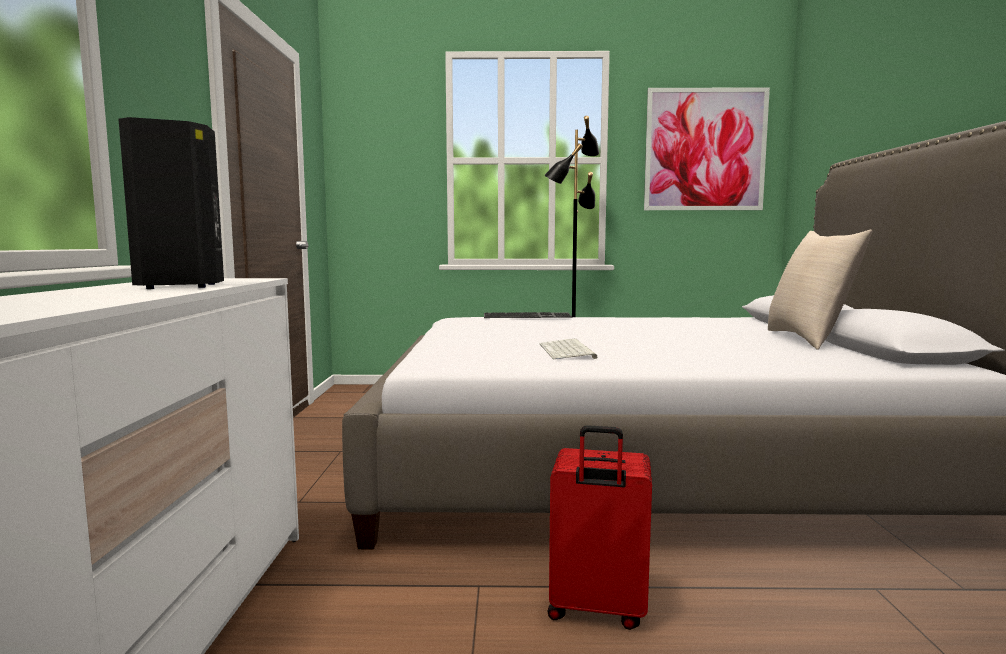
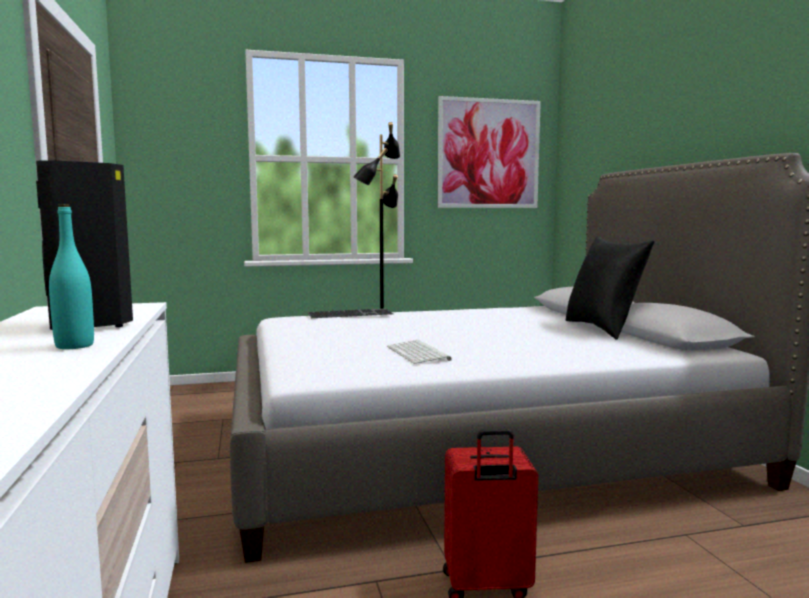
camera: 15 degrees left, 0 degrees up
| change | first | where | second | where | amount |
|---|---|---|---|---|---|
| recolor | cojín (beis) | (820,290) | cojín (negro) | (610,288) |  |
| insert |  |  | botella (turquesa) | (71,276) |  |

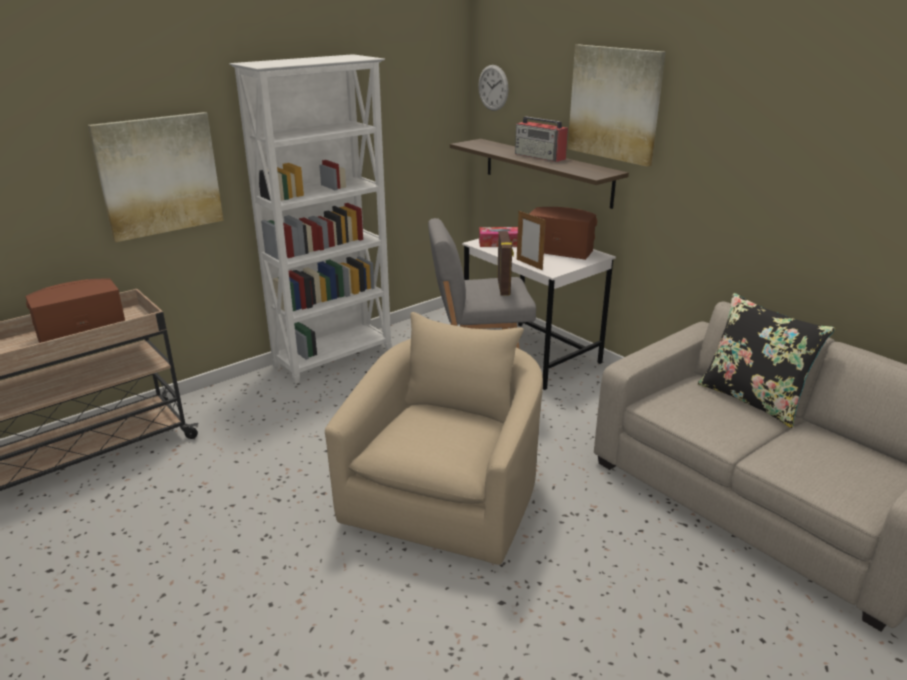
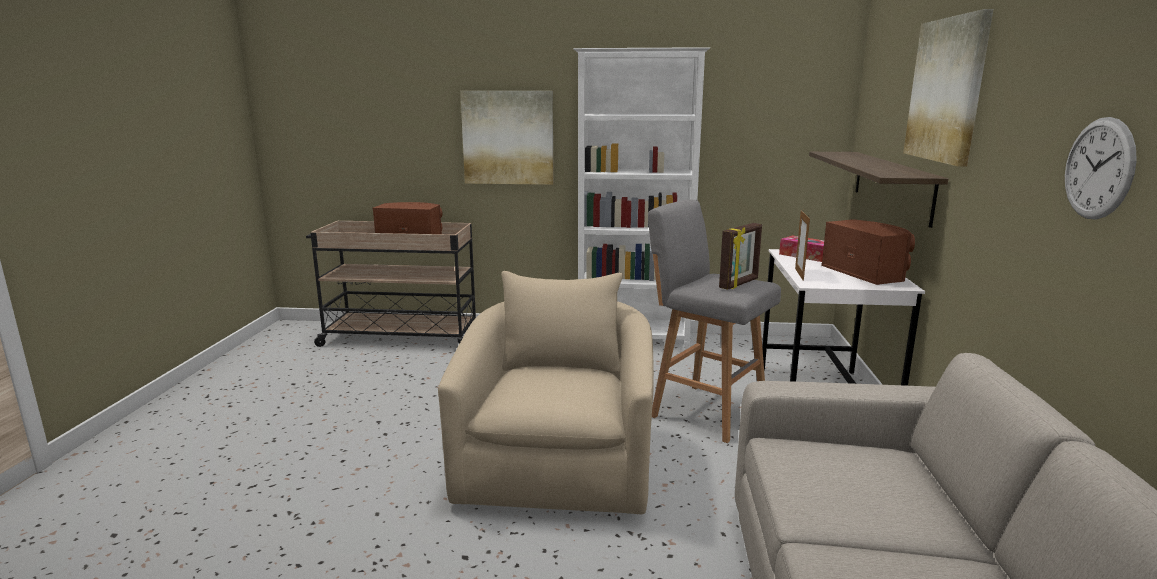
camera: 45 degrees right, 10 degrees down
| change | first | where | second | where | amount |
|---|---|---|---|---|---|
| move | reloj de pared | (493,88) |  | (1101,168) |  |
| delete | radio | (541,139) |  |  |  |
| delete | cojín (negro) | (766,360) |  |  |  |
| rotate | sillón (beis) | (434,438) |  | (546,392) | 60 degrees counterclockwise |

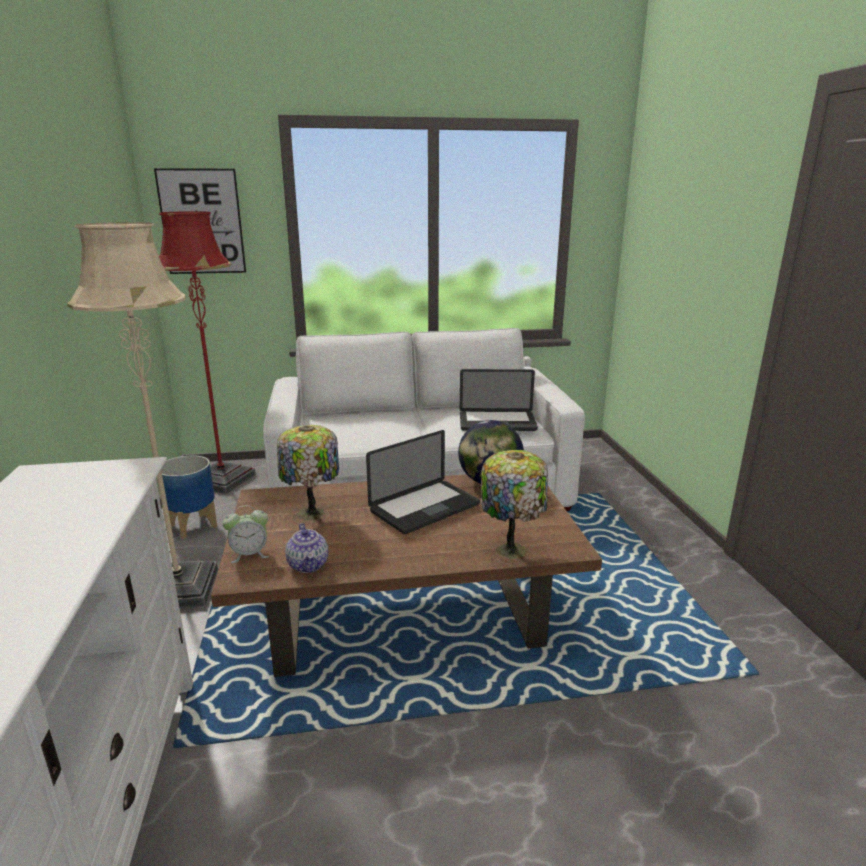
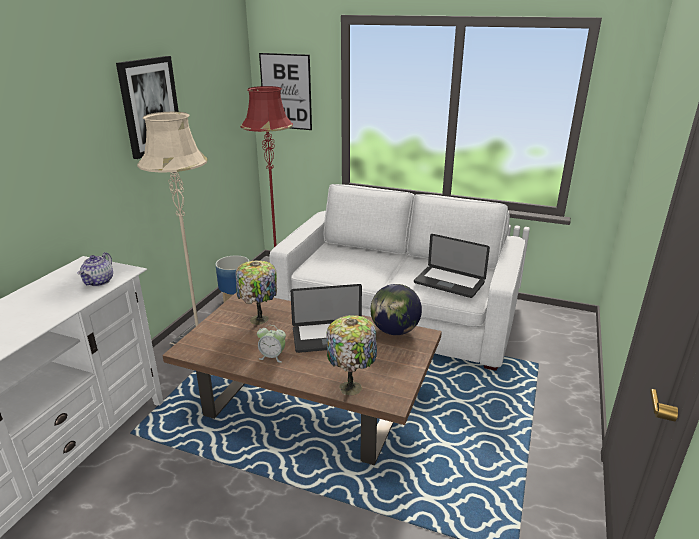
camera: 30 degrees right, 5 degrees up
| change | first | where | second | where | amount |
|---|---|---|---|---|---|
| move | despertador | (246,534) |  | (271,344) |  |
| move | tetera | (306,548) |  | (95,269) |  |
| insert |  |  | cuadro | (147,107) |  |

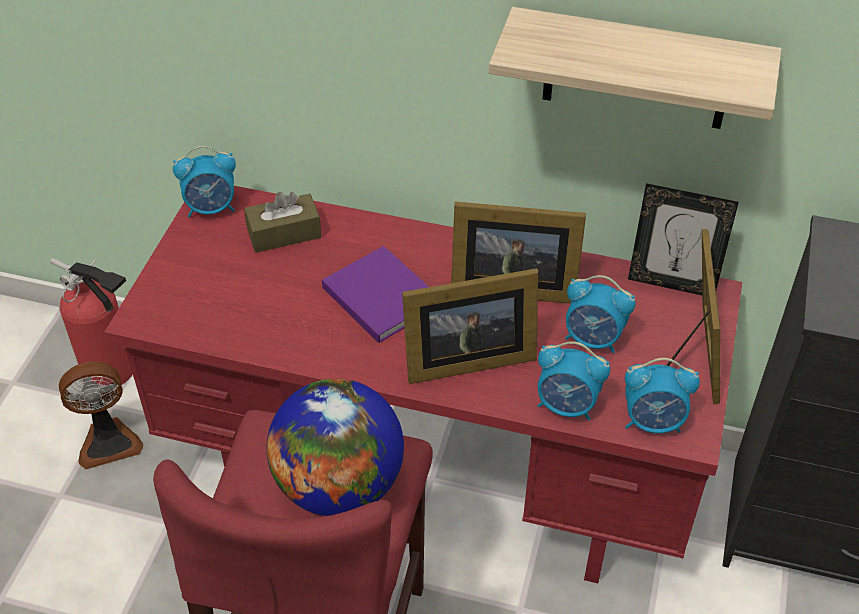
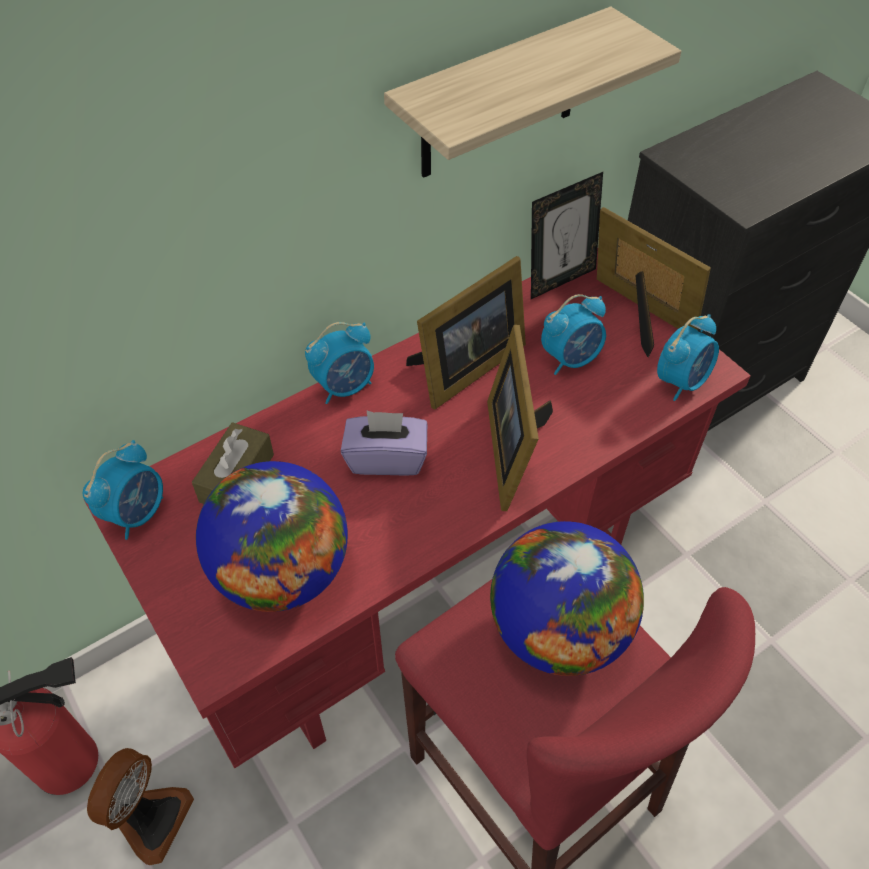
camera: 50 degrees left, 5 degrees up
| change | first | where | second | where | amount |
|---|---|---|---|---|---|
| replace | libro (morado) | (375,294) | caja de pañuelos (morado) | (384,443) |  |
| rotate | portarretratos | (470,326) |  | (520,418) | 150 degrees clockwise |
| move | despertador | (573,380) |  | (339,363) |  |
| insert |  |  | globo terráqueo | (272,536) |  |

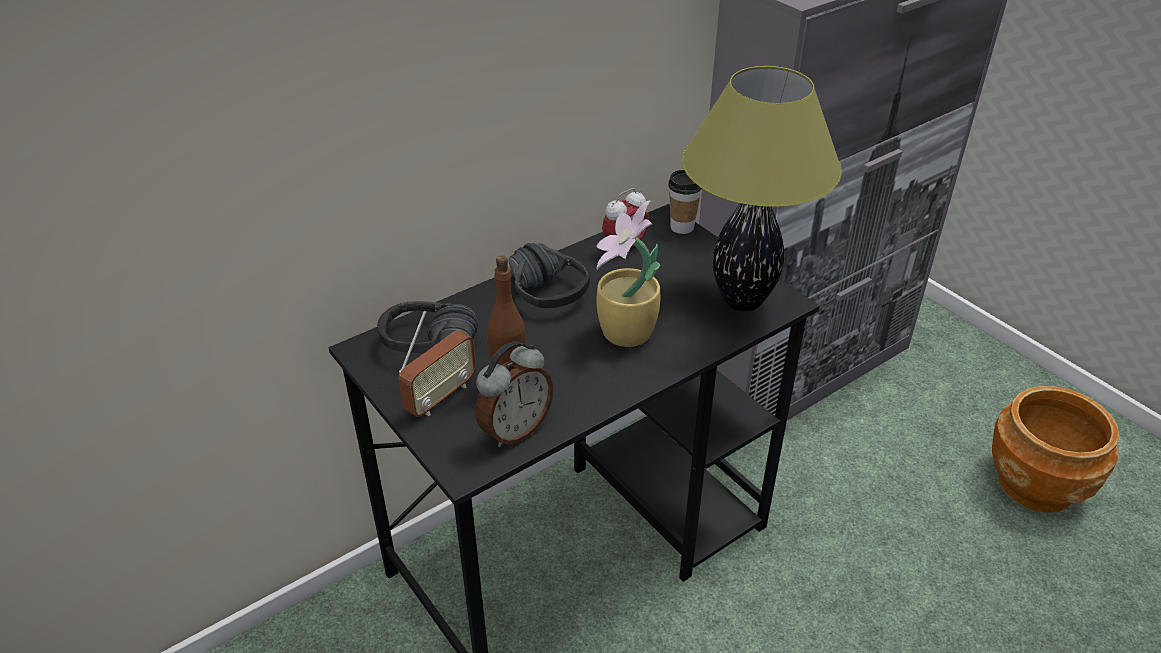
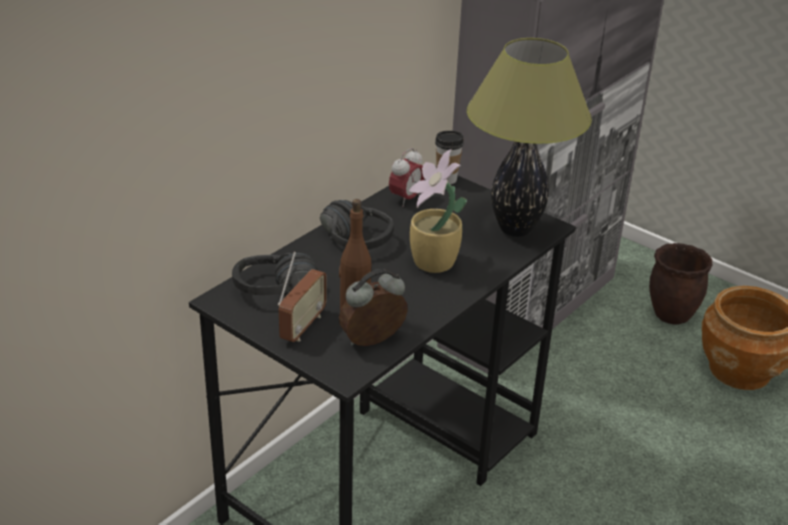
camera: 15 degrees left, 5 degrees down
| change | first | where | second | where | amount |
|---|---|---|---|---|---|
| rotate | despertador | (514,394) |  | (373,307) | 150 degrees counterclockwise |
| insert |  |  | maceta (marrón) | (681,284) |  |

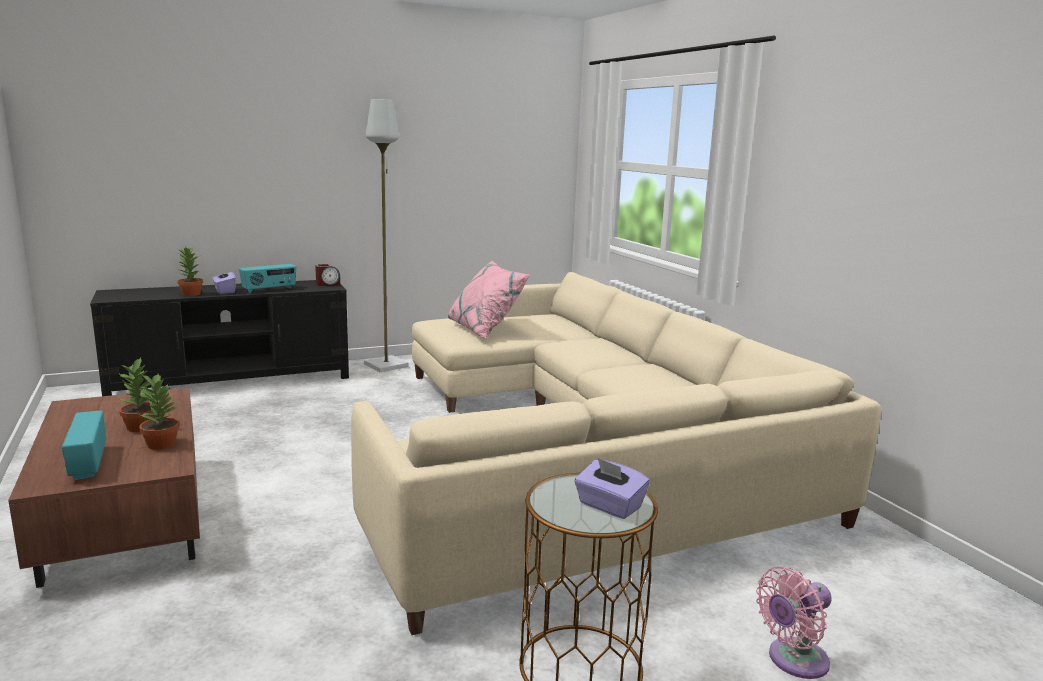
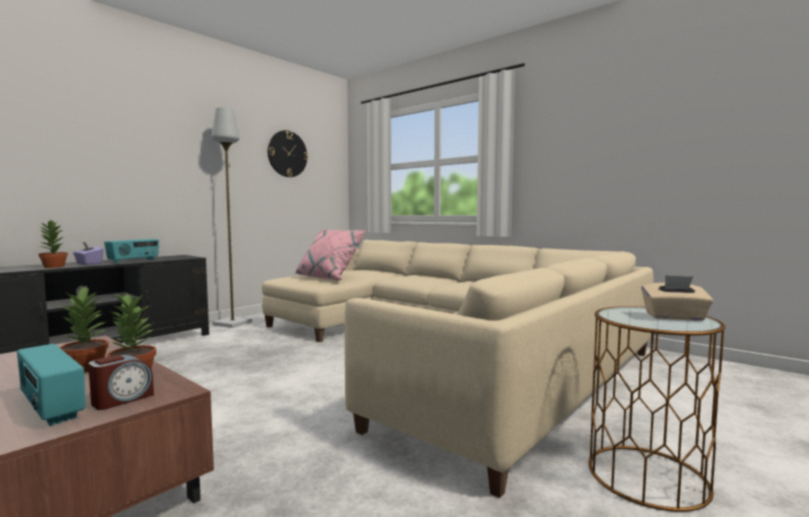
camera: 25 degrees left, 10 degrees down
| change | first | where | second | where | amount |
|---|---|---|---|---|---|
| move | despertador | (327,275) |  | (121,382) |  |
| recolor | caja de pañuelos (morado) | (612,488) | caja de pañuelos (beis) | (677,298) |  |
| delete | ventilador (rosa) | (794,623) |  |  |  |
| insert |  |  | reloj de pared | (287,153) |  |

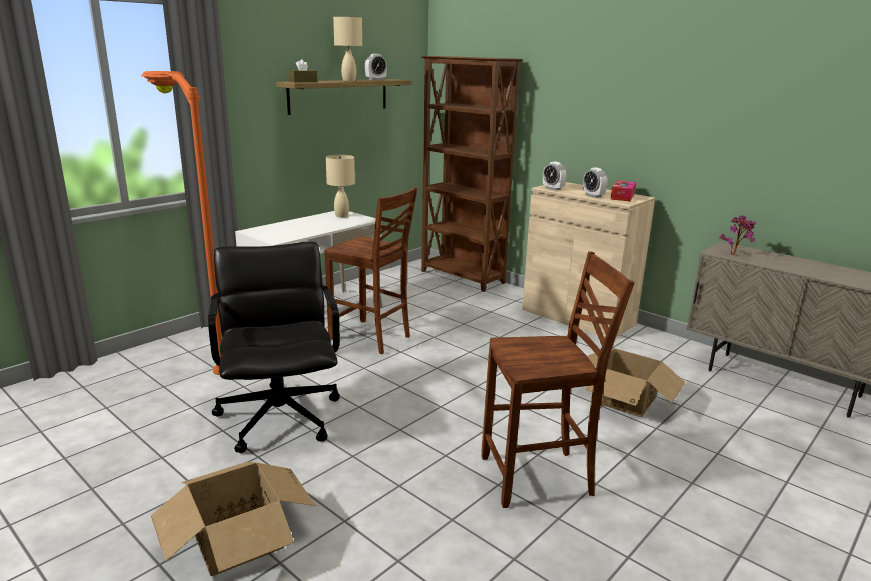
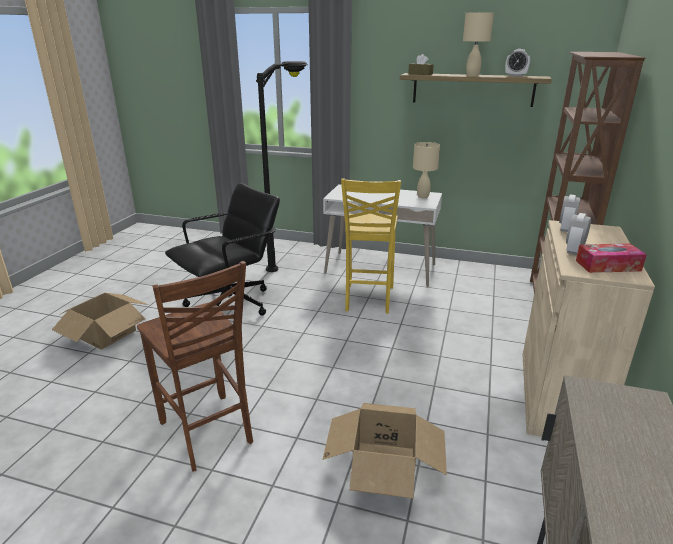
camera: 65 degrees right, 5 degrees up
| change | first | where | second | where | amount |
|---|---|---|---|---|---|
| recolor | lámpara de pie (naranja) | (181,223) | lámpara de pie (negro) | (282,166) |  |
| recolor | silla (marrón) | (371,270) | silla (amarillo) | (371,246) |  |
| delete | planta en maceta | (737,235) |  |  |  |

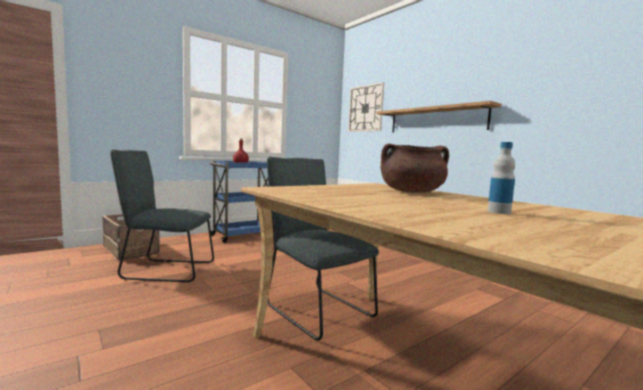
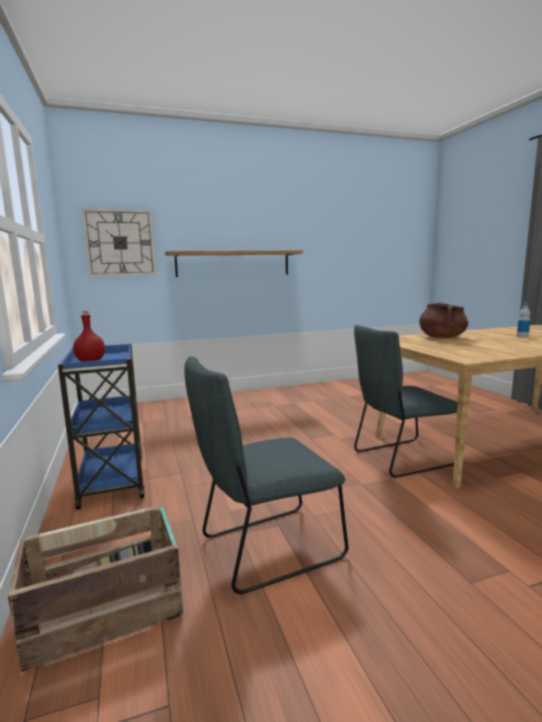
camera: 70 degrees left, 5 degrees up
| change | first | where | second | where | amount |
|---|---|---|---|---|---|
| rotate | silla (gris) | (162,215) |  | (266,475) | 45 degrees clockwise |

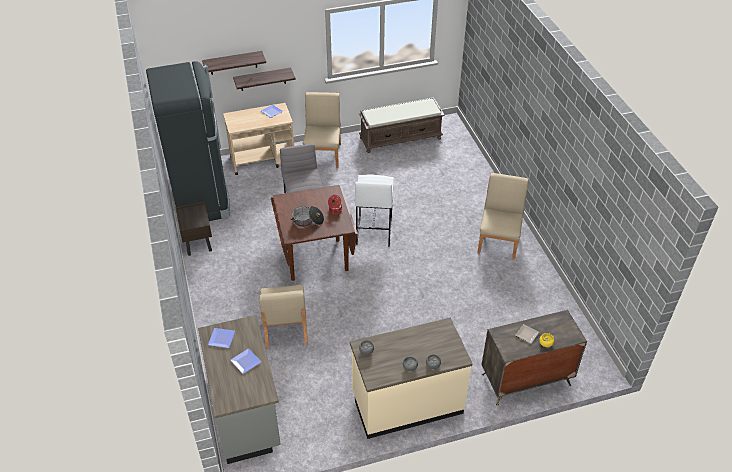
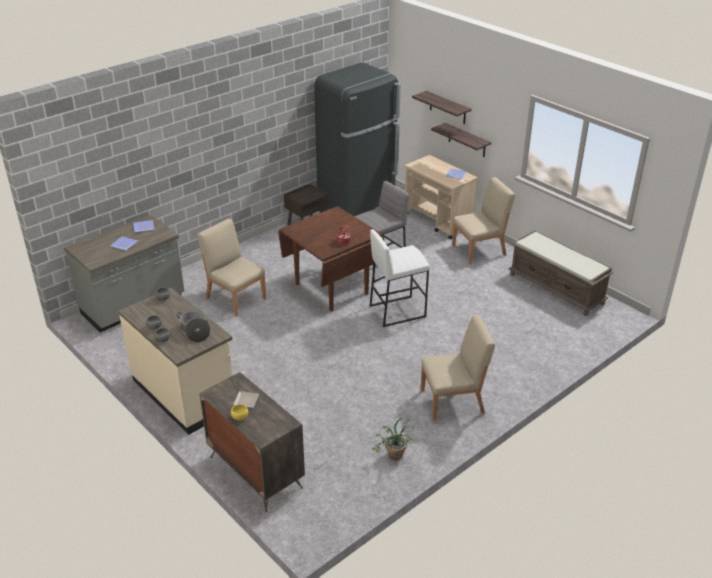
camera: 65 degrees right, 10 degrees down
| change | first | where | second | where | amount |
|---|---|---|---|---|---|
| move | olla | (307,216) |  | (193,326) |  |
| rotate | silla (beis) | (283,317) |  | (231,267) | 75 degrees clockwise |
| insert |  |  | planta en maceta | (393,439) |  |

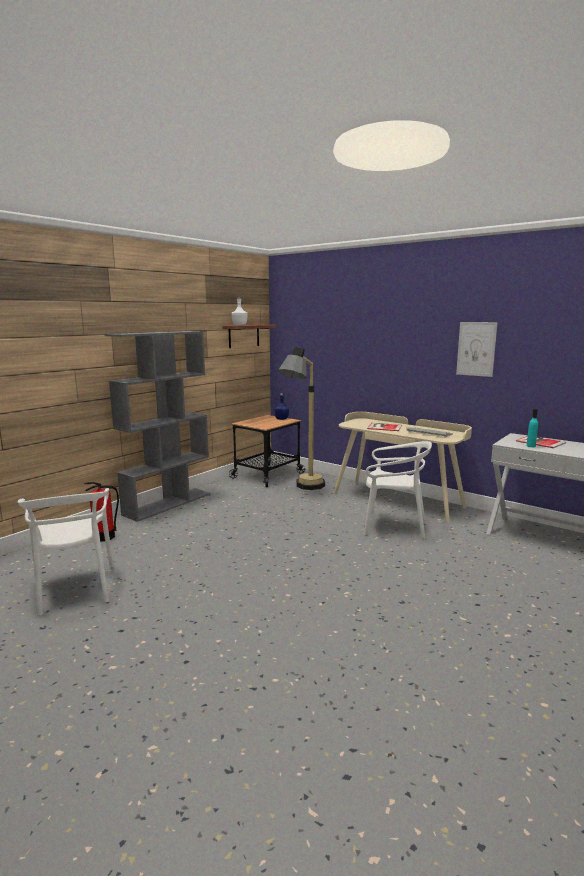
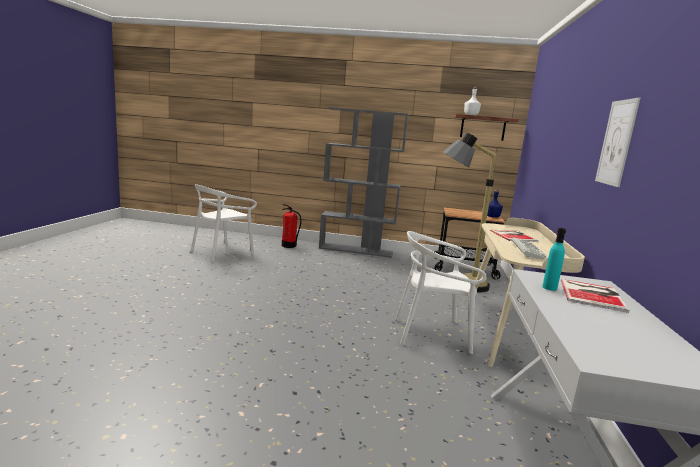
camera: 60 degrees right, 0 degrees up
| change | first | where | second | where | amount |
|---|---|---|---|---|---|
| rotate | silla (blanco) | (397,490) |  | (440,292) | 105 degrees clockwise |

